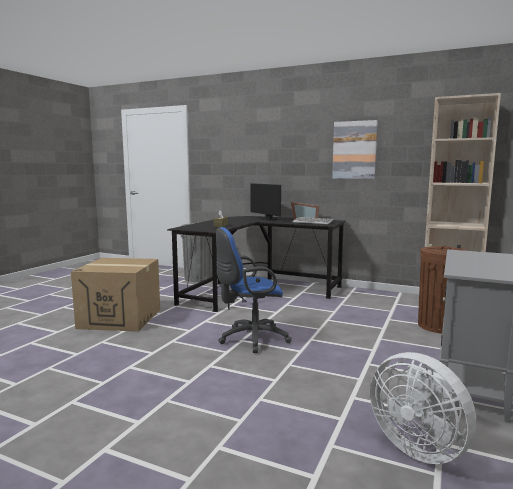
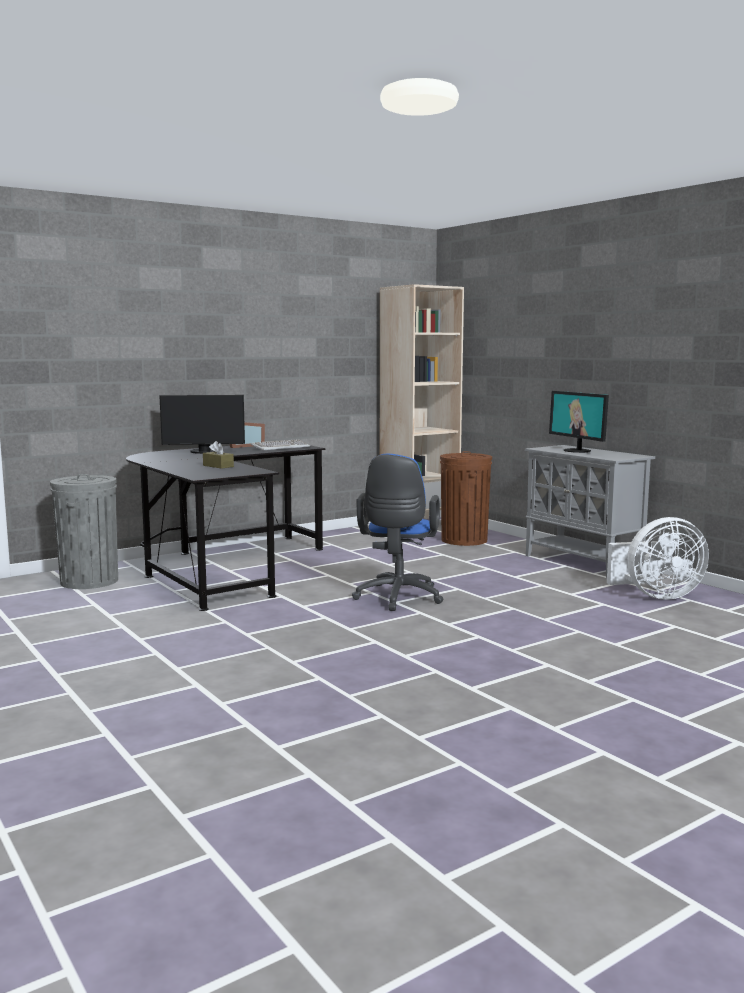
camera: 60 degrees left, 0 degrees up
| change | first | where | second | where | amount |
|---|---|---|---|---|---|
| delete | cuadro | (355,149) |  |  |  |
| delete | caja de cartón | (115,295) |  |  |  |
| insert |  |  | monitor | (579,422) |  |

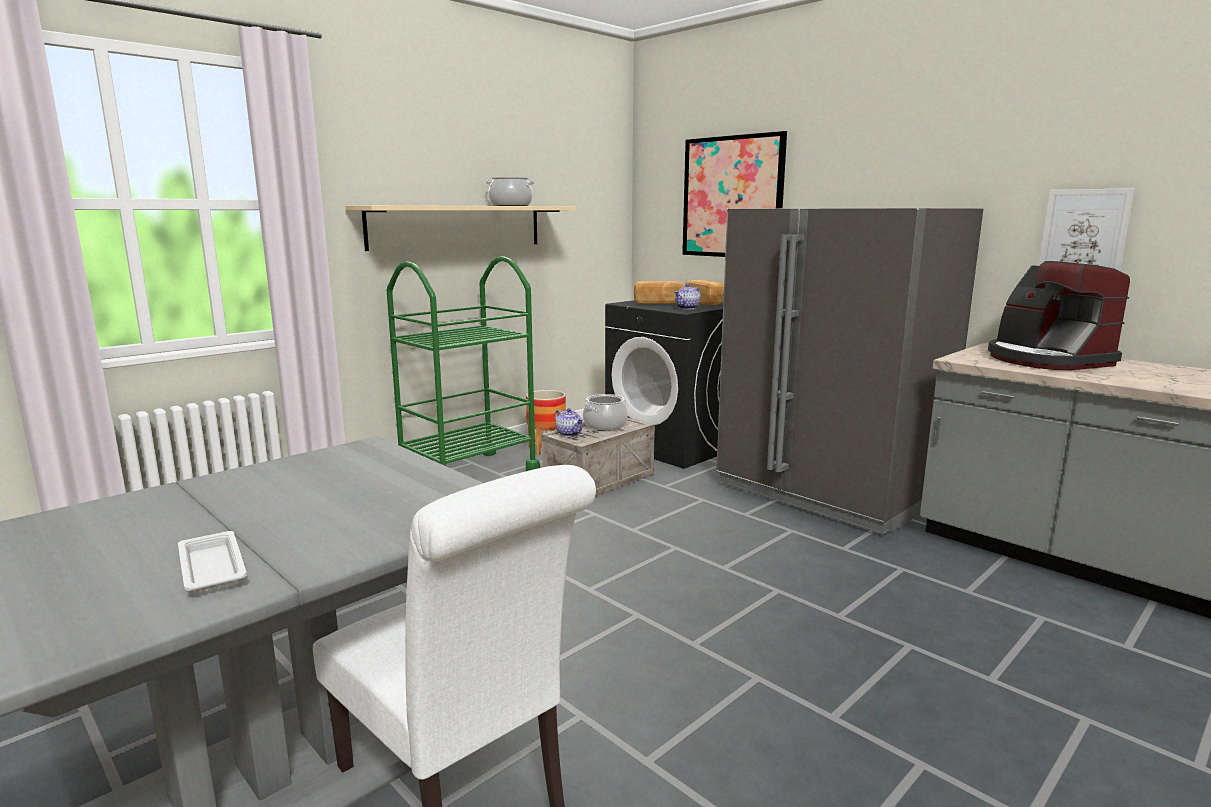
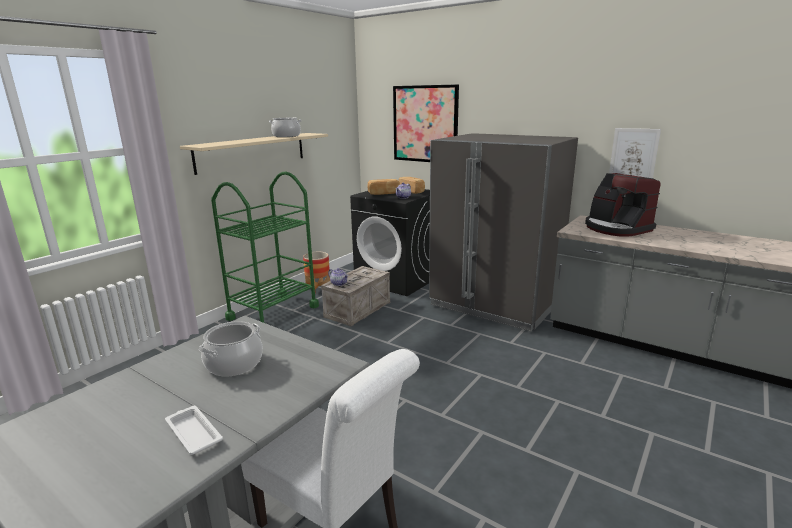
camera: 10 degrees left, 5 degrees up
| change | first | where | second | where | amount |
|---|---|---|---|---|---|
| move | olla | (605,412) |  | (231,348) |  |

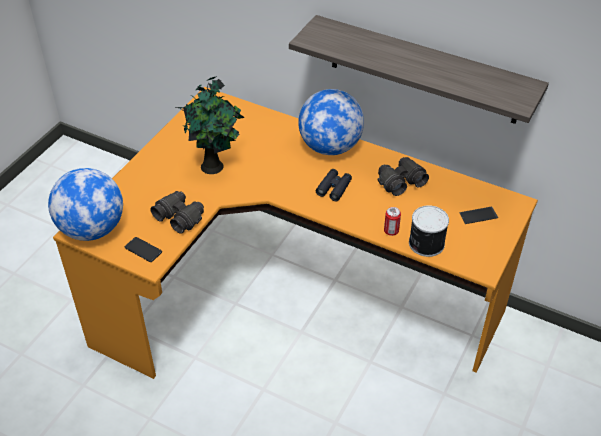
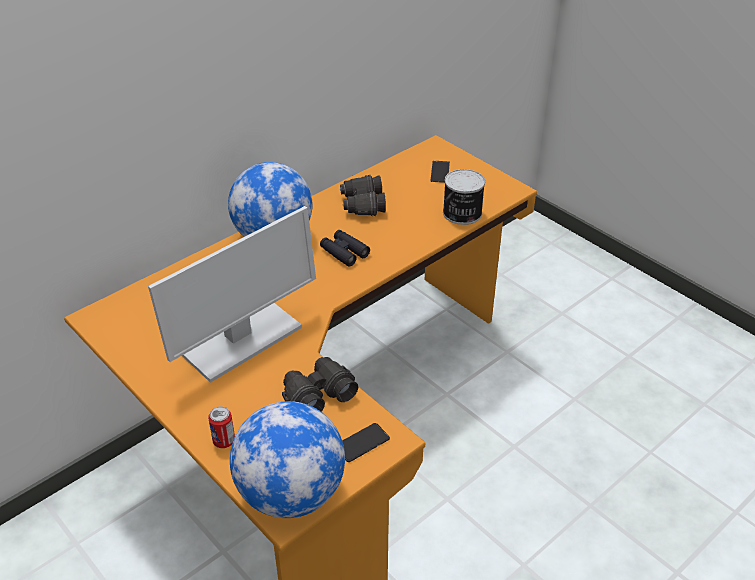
camera: 70 degrees left, 5 degrees down
| change | first | where | second | where | amount |
|---|---|---|---|---|---|
| delete | estante | (419,69) |  |  |  |
| replace | planta en maceta | (211,125) | monitor | (232,294) |  |
| move | lata | (392,221) |  | (221,427) |  |

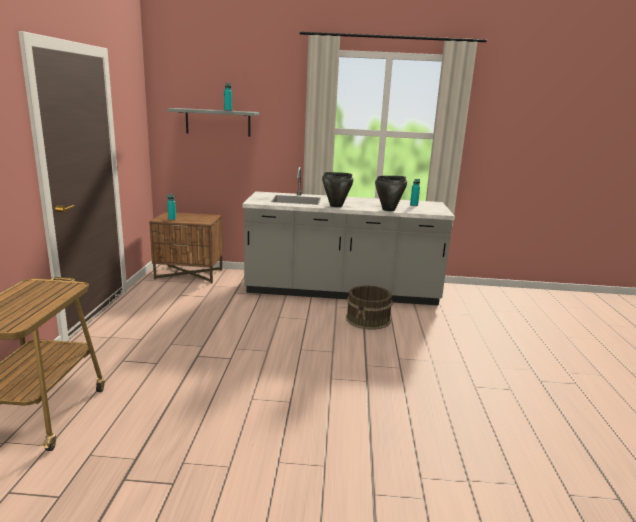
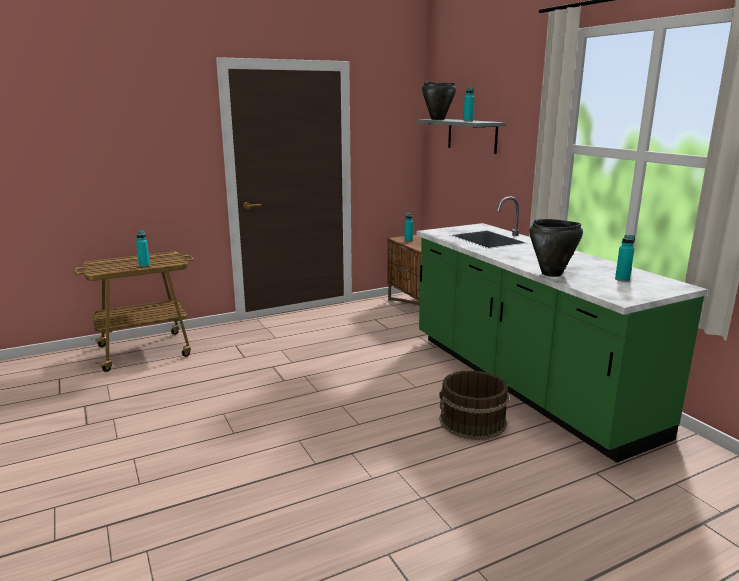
camera: 60 degrees right, 0 degrees up
| change | first | where | second | where | amount |
|---|---|---|---|---|---|
| recolor | mueble bajo de cocina (gris) | (349,236) | mueble bajo de cocina (verde) | (561,329) |  |
| move | olla (negro) | (337,189) |  | (439,101) |  |
| insert |  |  | botella (turquesa) | (143,249) |  |

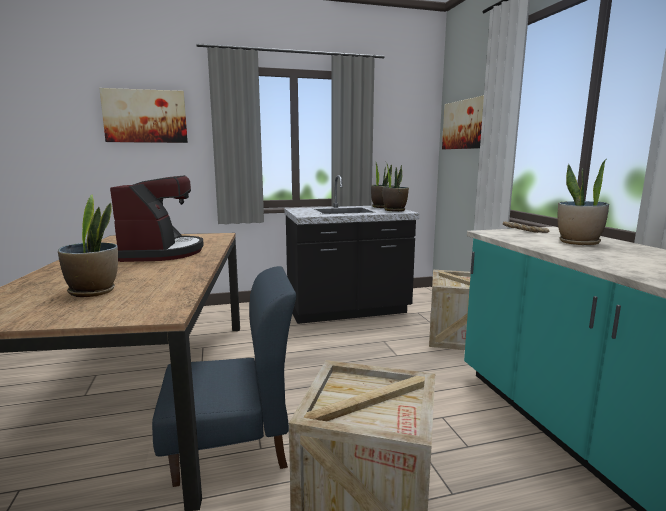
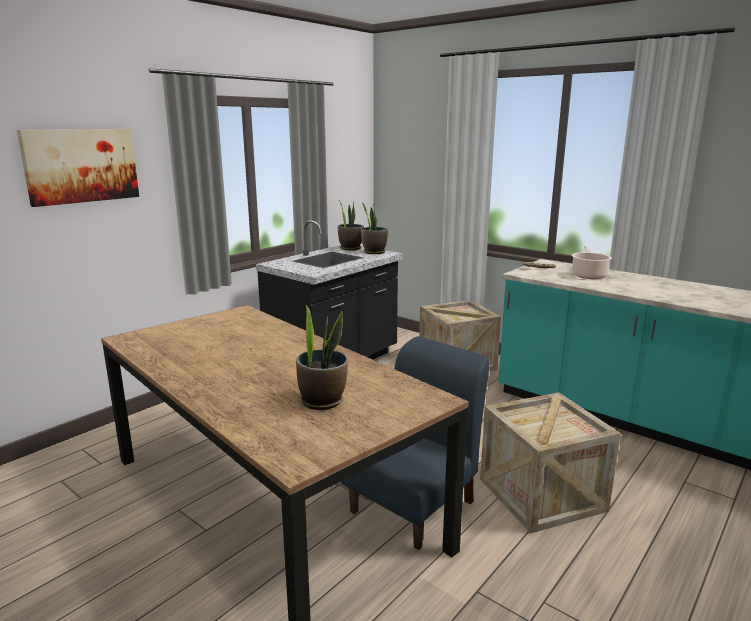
camera: 35 degrees left, 5 degrees up
| change | first | where | second | where | amount |
|---|---|---|---|---|---|
| delete | cuadro | (463,122) |  |  |  |
| replace | planta en maceta | (583,202) | olla | (592,262) |  |
| delete | cafetera | (157,218) |  |  |  |

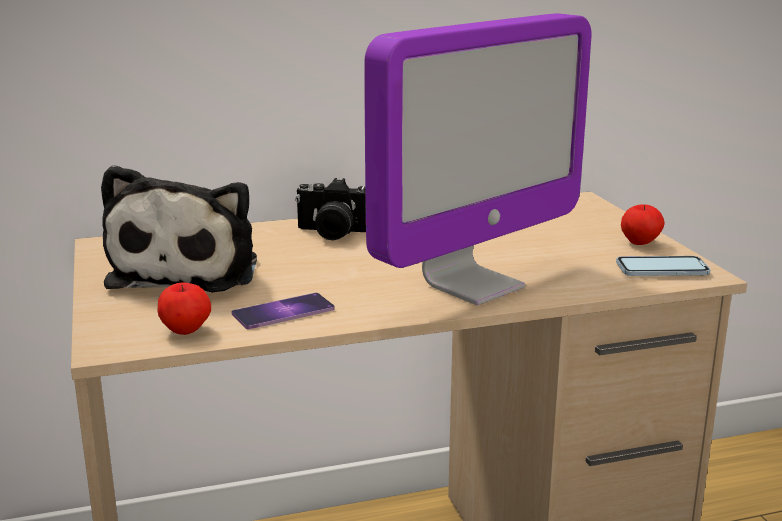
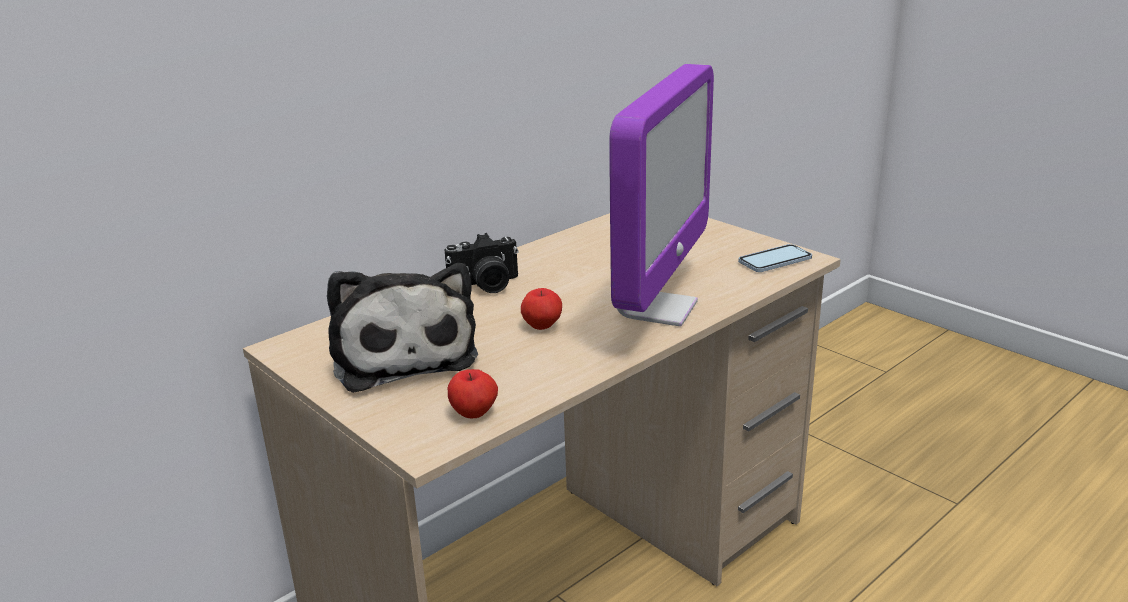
camera: 25 degrees left, 5 degrees up
| change | first | where | second | where | amount |
|---|---|---|---|---|---|
| move | manzana | (643,224) |  | (541,309) |  |
| delete | móvil | (283,311) |  |  |  |

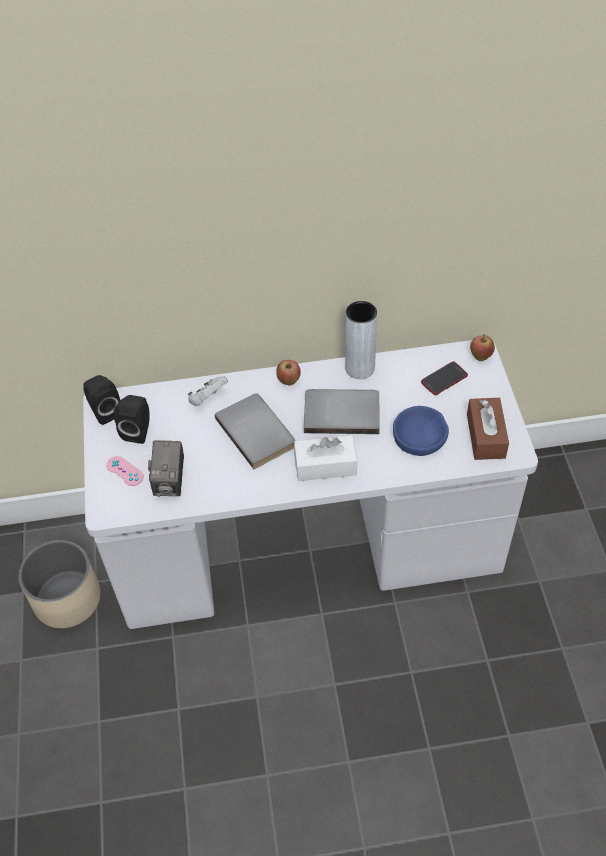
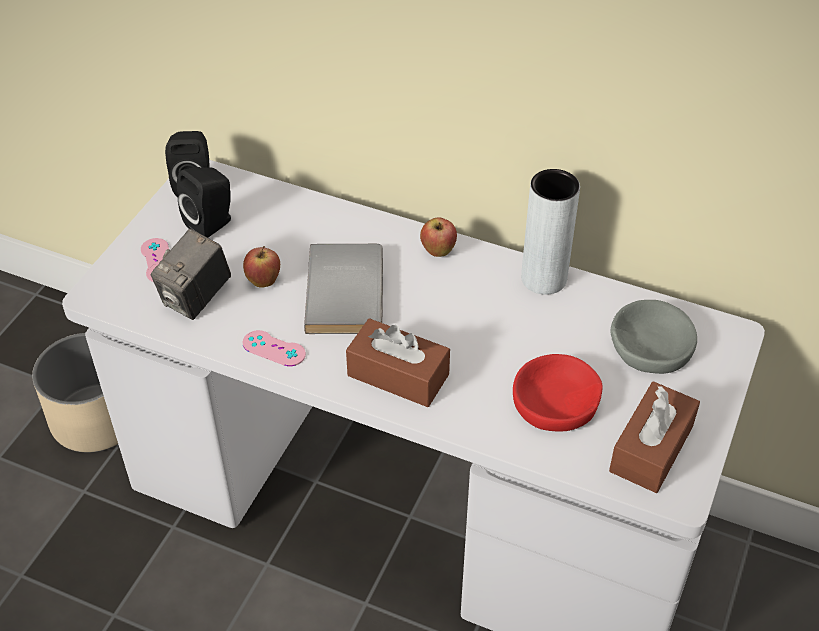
camera: 30 degrees right, 5 degrees down
| change | first | where | second | where | amount |
|---|---|---|---|---|---|
| move | manzana | (482,347) |  | (261,267) |  |
| replace | móvil | (444,378) | cuenco (gris) | (654,337) |  |
| delete | mando de consola (blanco) | (208,391) |  |  |  |
| delete | libro (gris) | (342,411) |  |  |  |
| recolor | cuenco (azul) | (421,431) | cuenco (rojo) | (558,393) |  |
| recolor | caja de pañuelos (blanco) | (325,458) | caja de pañuelos (marrón) | (398,362) |  |
| insert |  |  | mando de consola (rosa) | (274,348) |  |

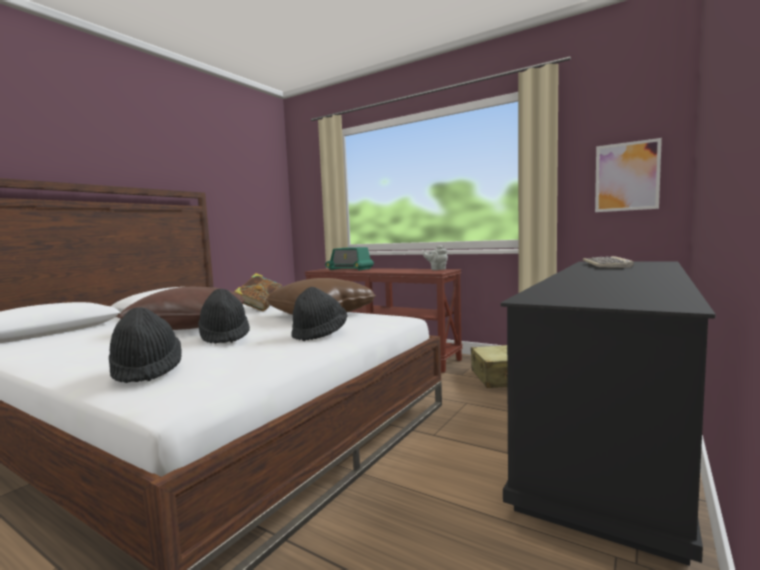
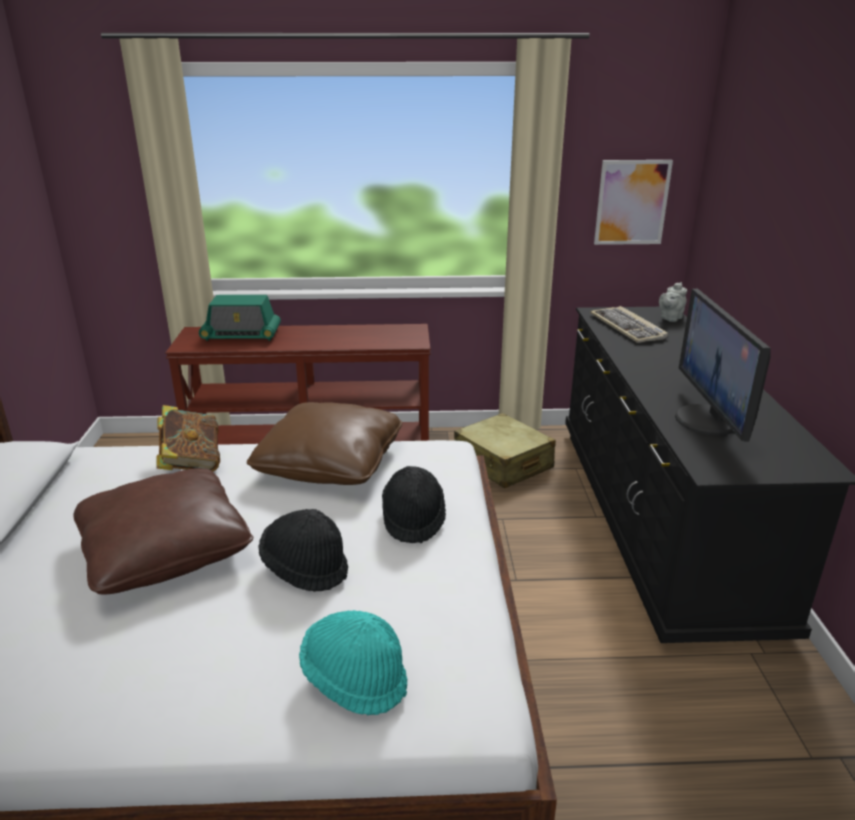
camera: 35 degrees left, 20 degrees up
| change | first | where | second | where | amount |
|---|---|---|---|---|---|
| move | tetera (gris) | (435,257) |  | (673,302) |  |
| recolor | sombrero (negro) | (145,345) | sombrero (turquesa) | (353,662) |  |
| insert |  |  | monitor | (722,365) |  |

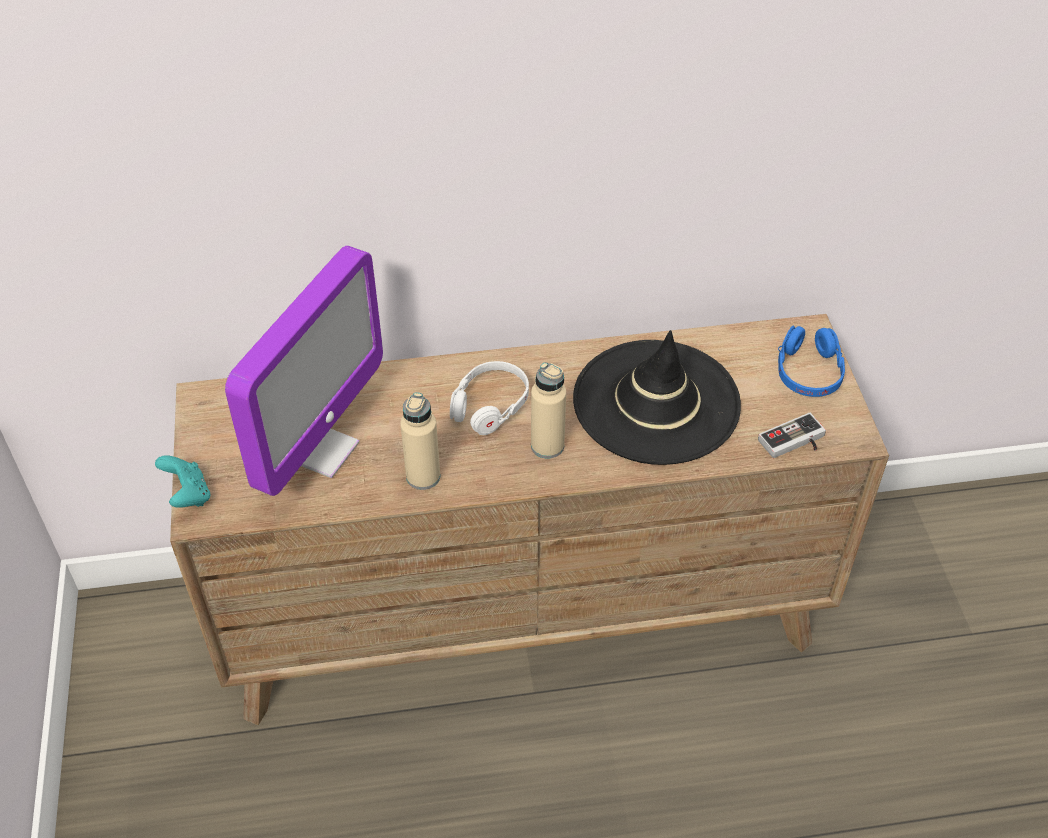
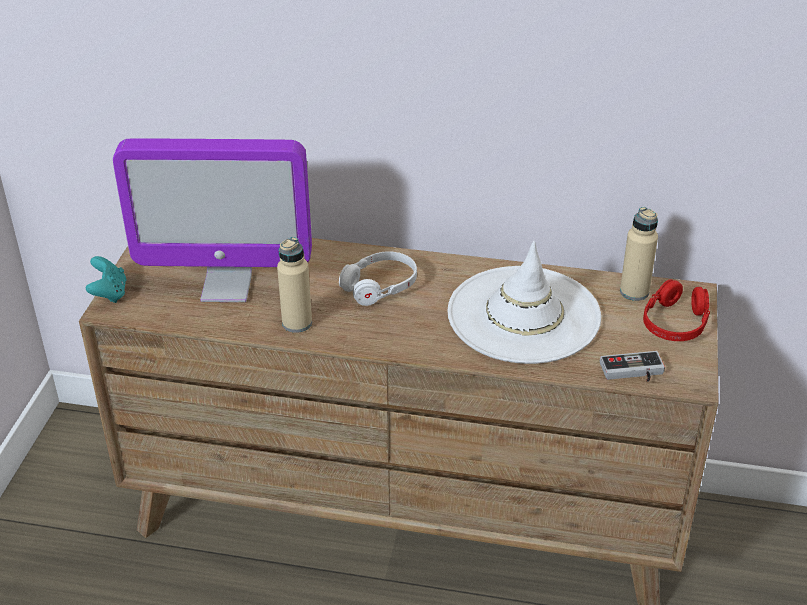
camera: 20 degrees right, 10 degrees down
| change | first | where | second | where | amount |
|---|---|---|---|---|---|
| rotate | monitor | (304,371) |  | (212,220) | 45 degrees clockwise |
| recolor | auriculares (azul) | (811,361) | auriculares (rojo) | (676,310) |  |
| recolor | sombrero (negro) | (657,397) | sombrero (blanco) | (524,302) |  |
| move | botella (beis) | (548,410) |  | (639,254) |  |

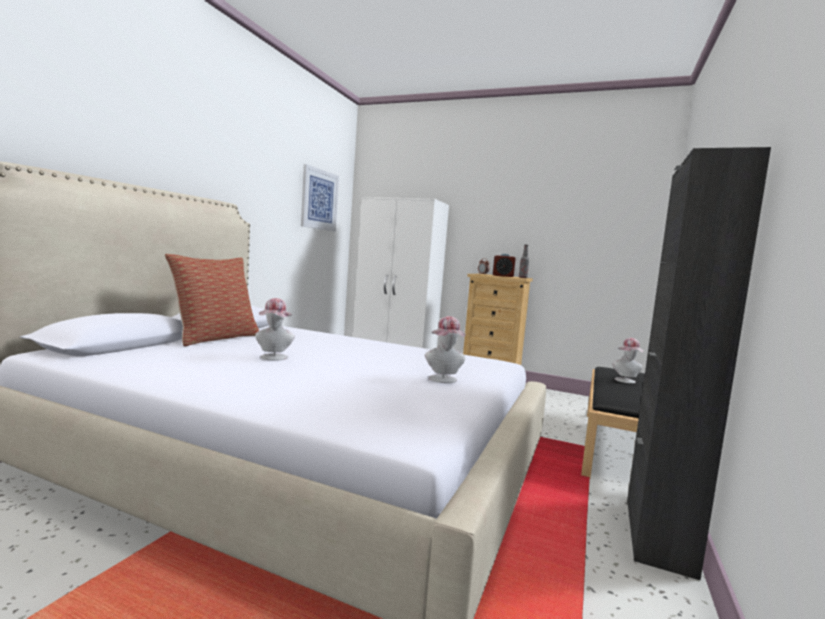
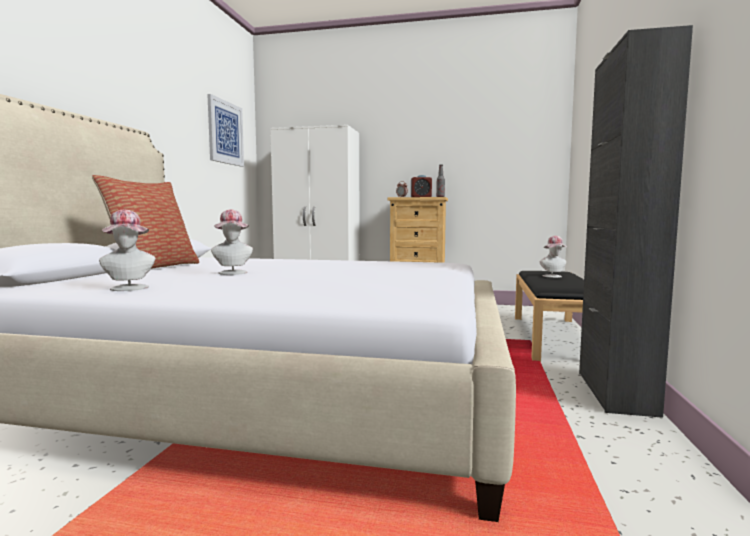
camera: 10 degrees left, 0 degrees up
| change | first | where | second | where | amount |
|---|---|---|---|---|---|
| move | sombrero | (445,349) |  | (127,250) |  |

